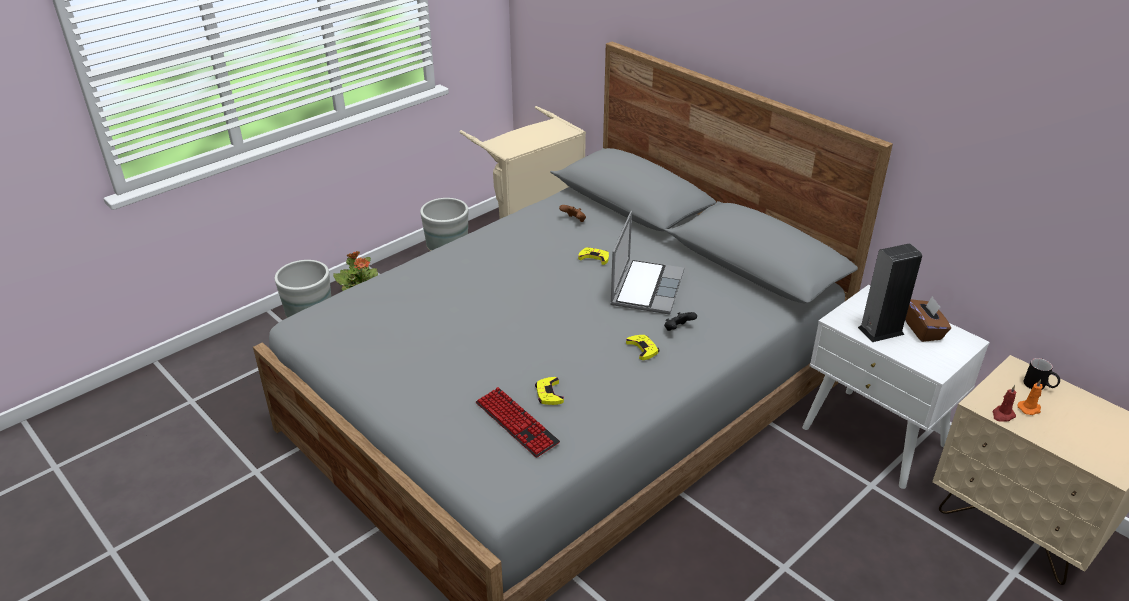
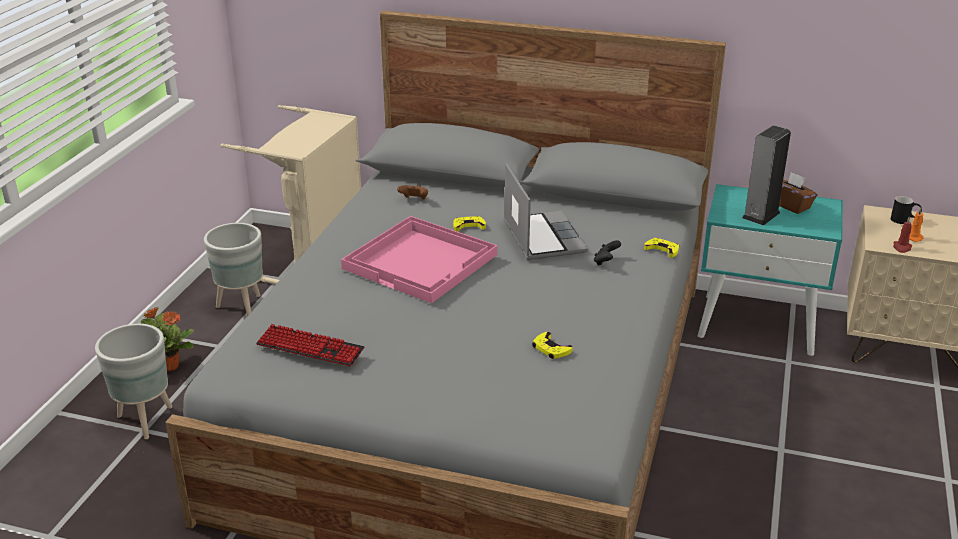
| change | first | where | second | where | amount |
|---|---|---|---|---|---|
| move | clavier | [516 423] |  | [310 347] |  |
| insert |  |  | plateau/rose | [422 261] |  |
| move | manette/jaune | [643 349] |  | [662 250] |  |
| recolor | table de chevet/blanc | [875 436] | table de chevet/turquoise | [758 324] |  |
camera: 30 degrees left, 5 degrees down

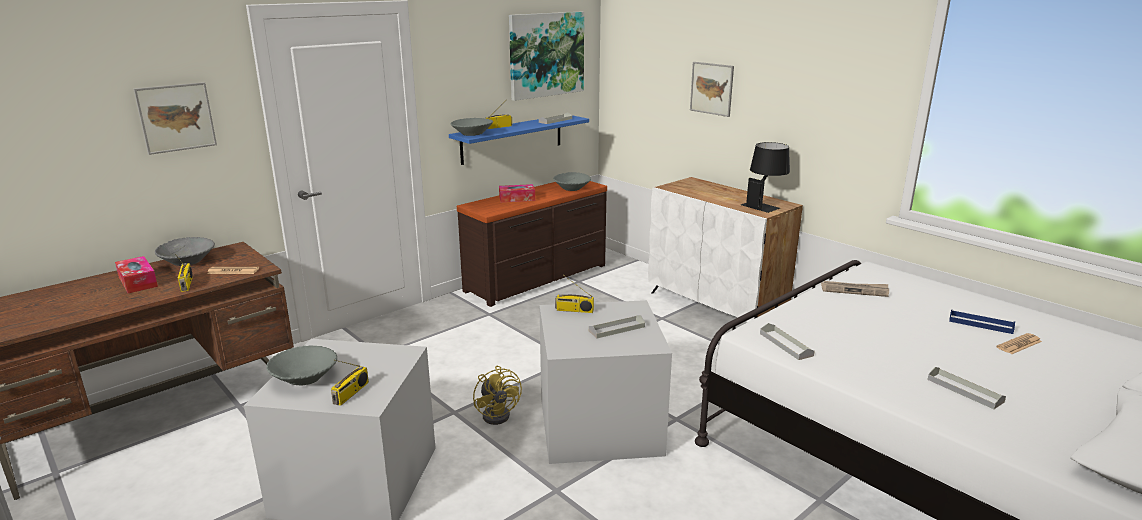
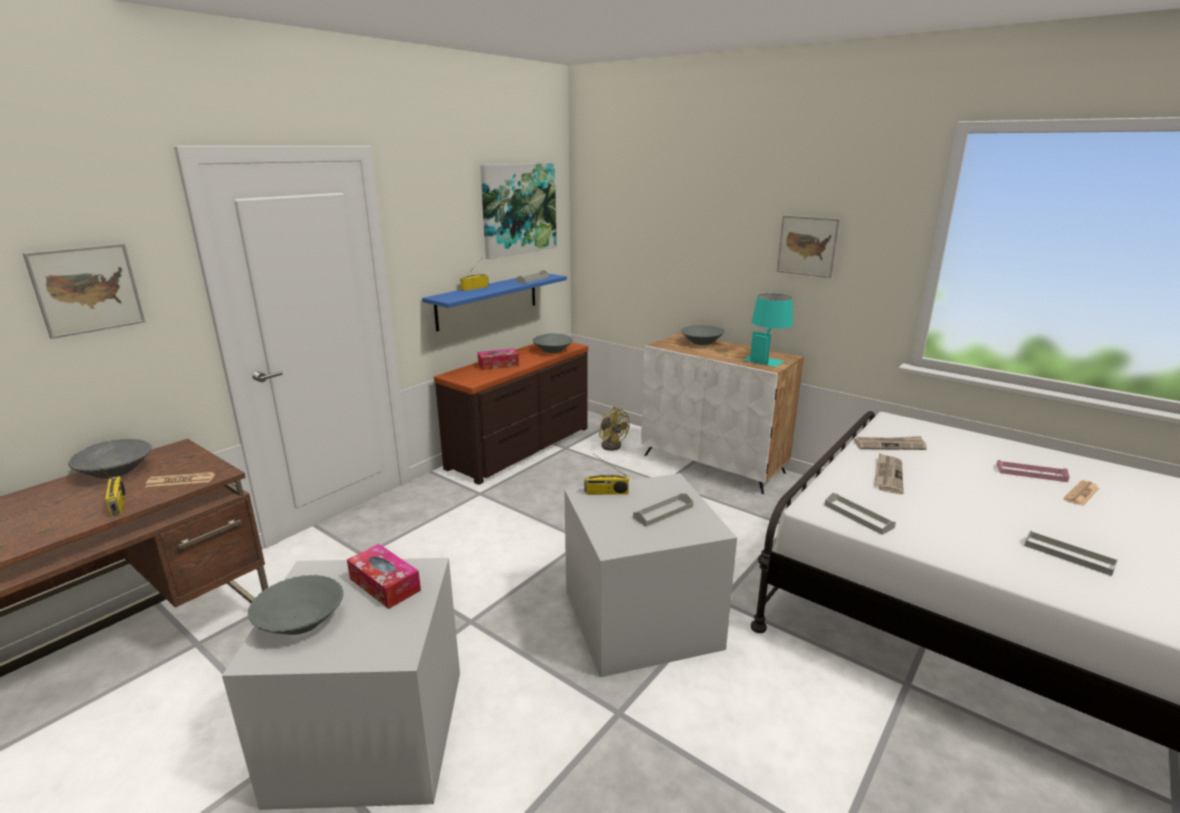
| change | first | where | second | where | amount |
|---|---|---|---|---|---|
| move | boîte à mouchoirs | [138 282] |  | [385 584] |  |
| move | ventilateur/jaune | [499 413] |  | [612 444] |  |
| move | bol/gris | [472 134] |  | [702 342] |  |
| recolor | lampe de table/noir | [764 205] | lampe de table/turquoise | [766 358] |  |
| move | tableau | [711 88] |  | [807 246] |  |
| insert |  |  | journal | [888 475] |  |
| recolor | plateau/bleu | [980 324] | plateau/rose | [1031 473] |  |
| delete | radio | [351 393] |  |  |  |
camera: 10 degrees left, 0 degrees up

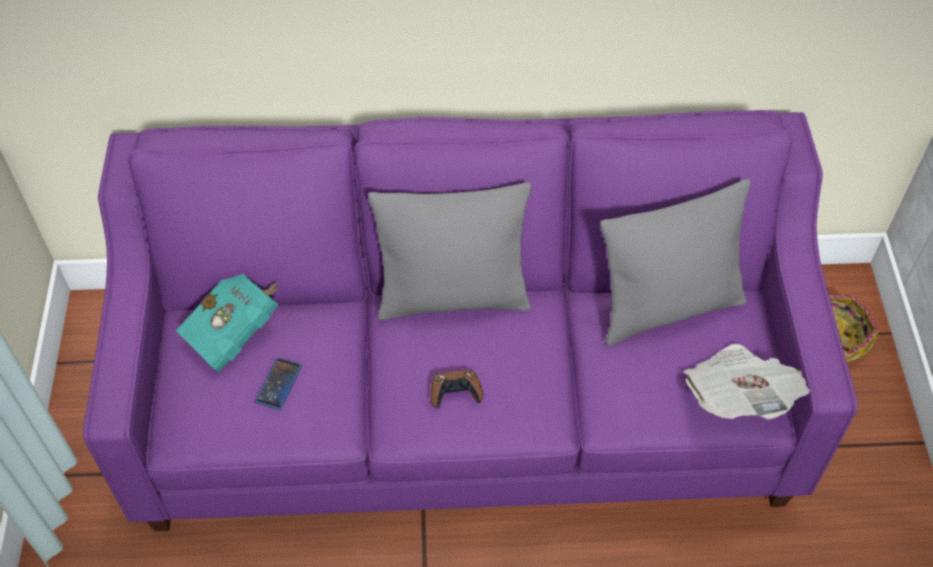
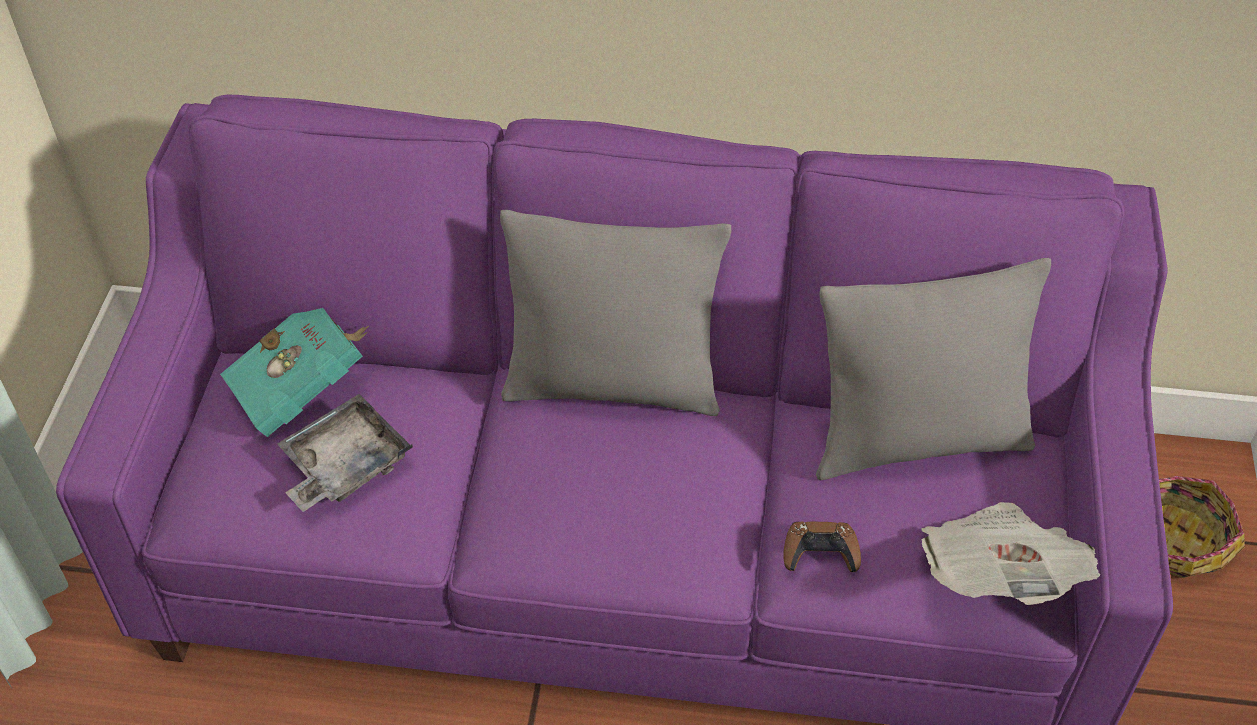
| change | first | where | second | where | amount |
|---|---|---|---|---|---|
| replace | téléphone | [279 384] | plateau/gris | [344 465] |  |
| move | manette/marron | [455 392] |  | [820 552] |  |
camera: 10 degrees right, 5 degrees down

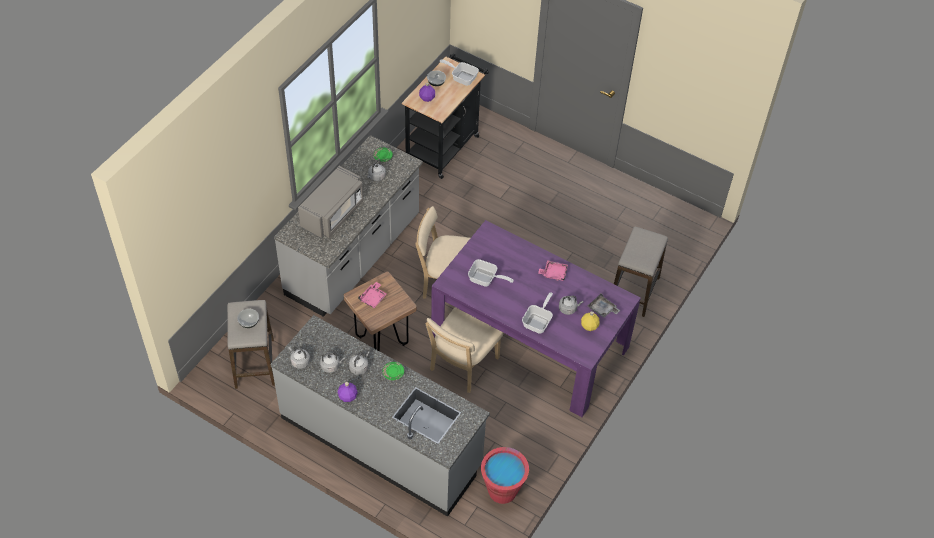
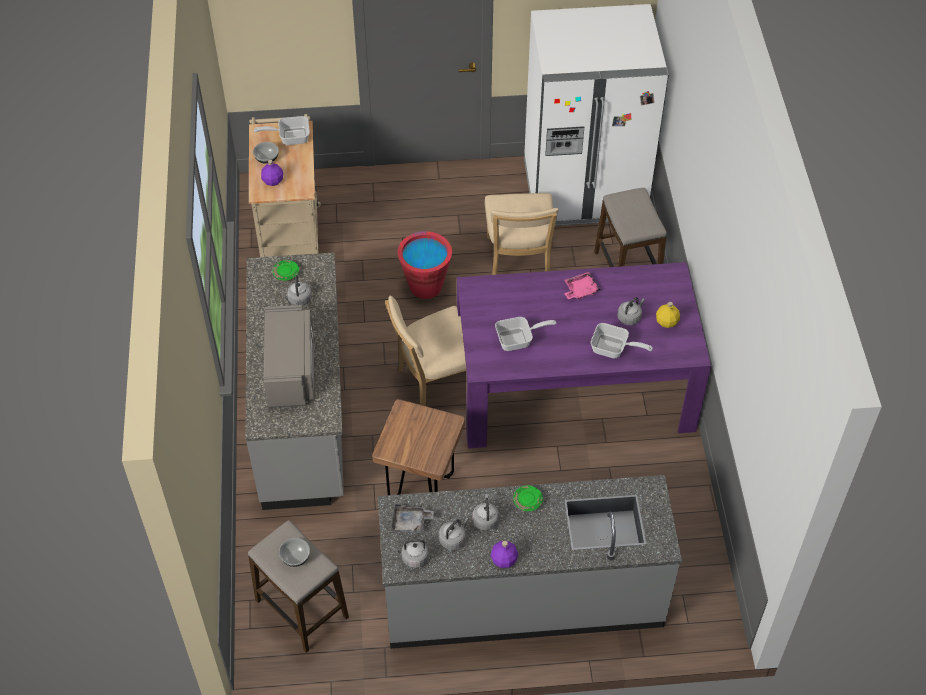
| change | first | where | second | where | amount |
|---|---|---|---|---|---|
| recolor | chariot/noir | [445 145] | chariot/beige | [291 235] |  |
| move | plateau/gris | [602 309] |  | [410 523] |  |
| move | seau/rouge | [502 490] |  | [425 286] |  |
| move | chaise/beige | [462 366] |  | [518 262] |  |
| insert |  |  | réfrigérateur/blanc | [584 191] |  |
| rotate | poêle | [538 321] |  | [613 349] | 120 degrees clockwise |
| delete | plateau/rose | [373 298] |  |  |  |
camera: 35 degrees left, 0 degrees up

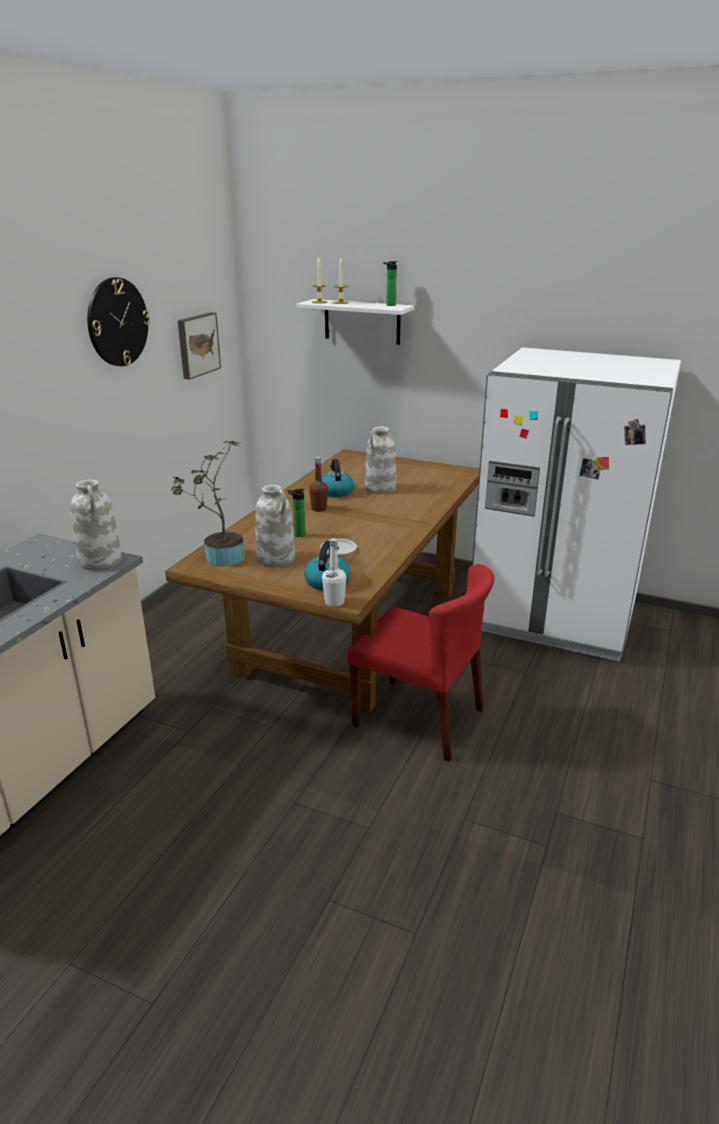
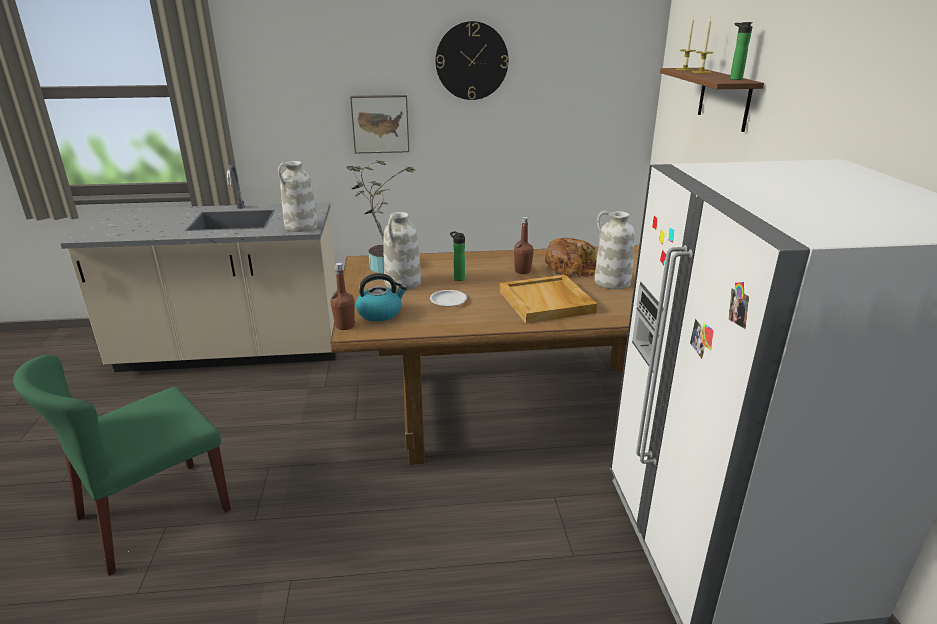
| change | first | where | second | where | amount |
|---|---|---|---|---|---|
| insert |  |  | chaise/vert | [153 514] |  |
| recolor | bouteille/blanc | [334 602] | bouteille/marron | [345 326] |  |
| move | tableau | [197 345] |  | [380 123] |  |
| insert |  |  | plateau/beige | [547 302] |  |
| replace | bouilloire | [336 491] | pain | [571 267] |  |
| recolor | étagère/blanc | [362 321] | étagère/marron | [724 98] |  |
| delete | chaise/rouge | [419 718] |  |  |  |
camera: 60 degrees right, 0 degrees up

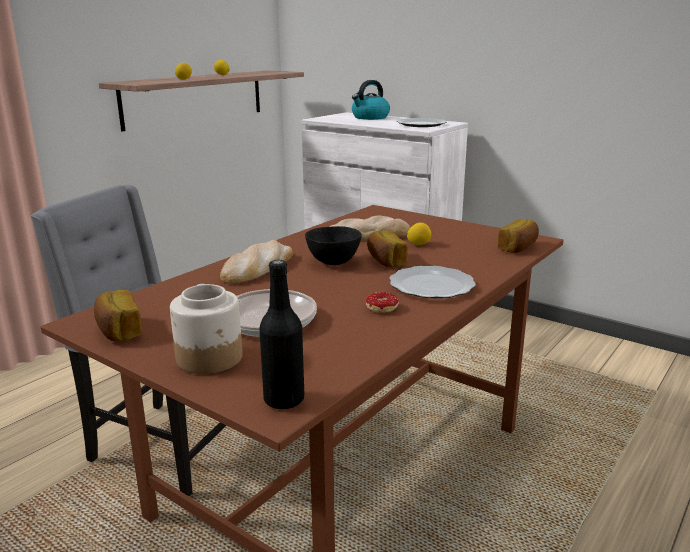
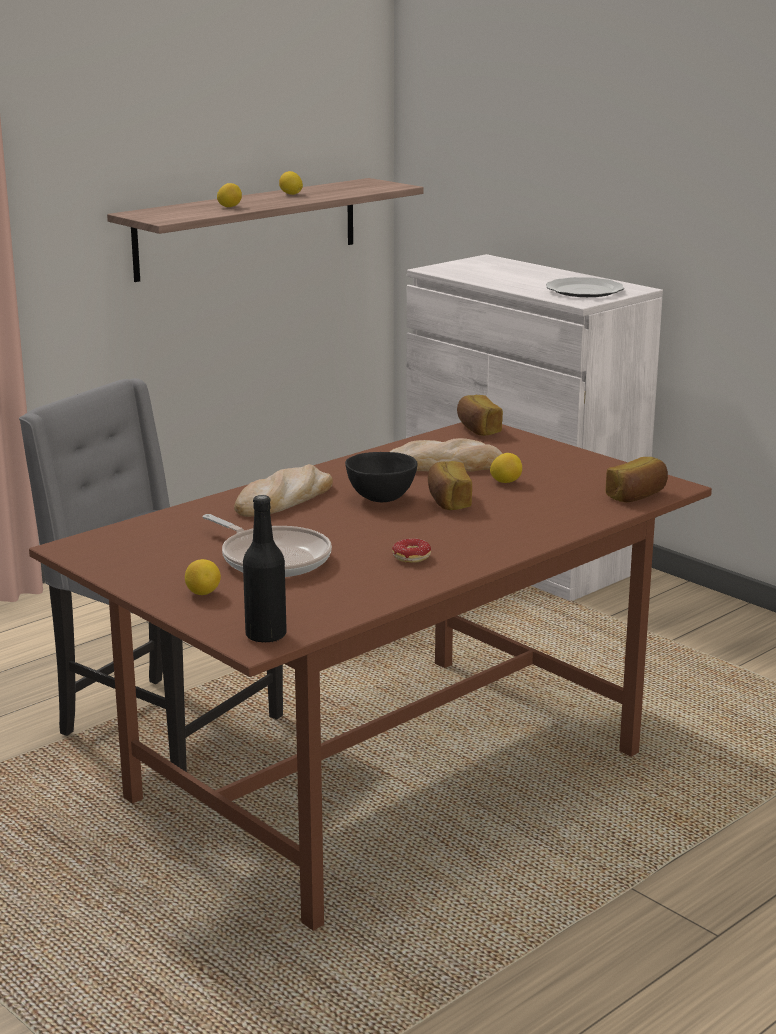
| change | first | where | second | where | amount |
|---|---|---|---|---|---|
| replace | bocal | [210 358] | citron | [203 593] |  |
| move | pain | [118 331] |  | [477 429] |  |
| delete | bouilloire | [370 117] |  |  |  |
| delete | assiette | [430 286] |  |  |  |
camera: 10 degrees right, 0 degrees up

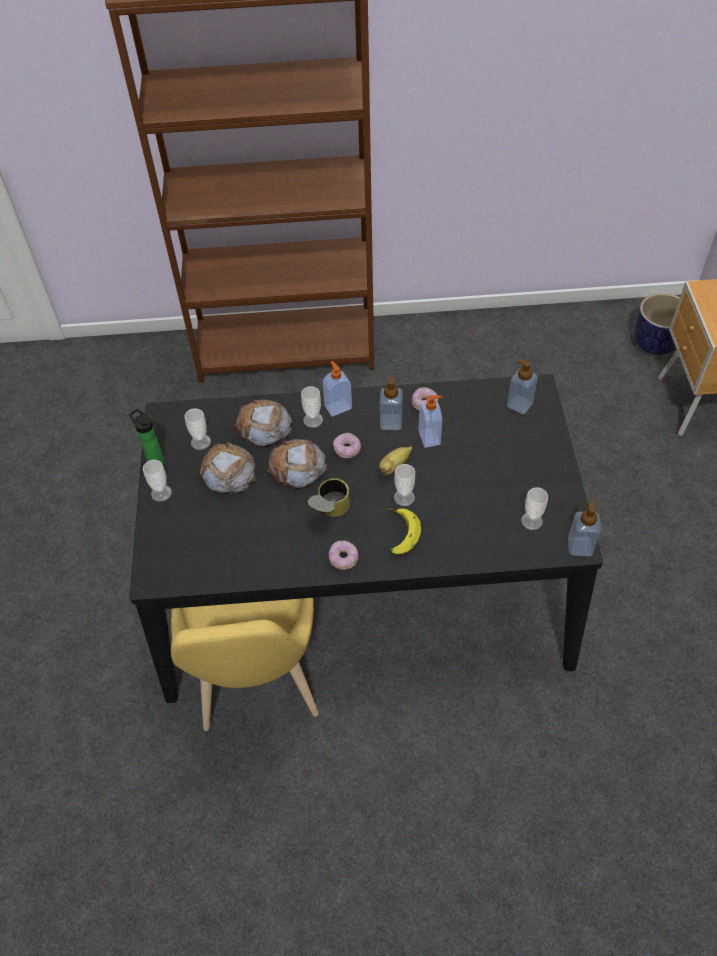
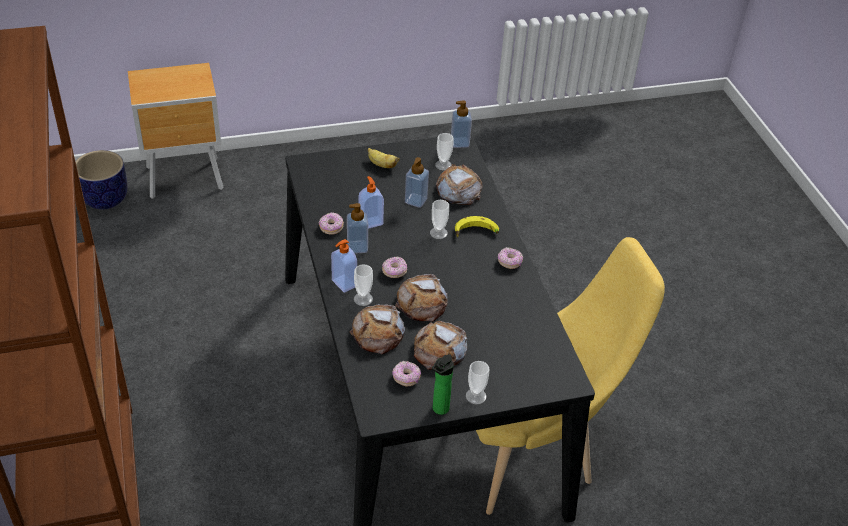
| change | first | where | second | where | amount |
|---|---|---|---|---|---|
| move | banane | [394 466] |  | [381 165] |  |
| replace | tasse | [200 442] | beignet | [406 378] |  |
| move | distributeur de savon | [519 404] |  | [416 200] |  |
| insert |  |  | pain | [458 190] |  |
| delete | boîte métallique | [329 511] |  |  |  |
camera: 105 degrees left, 10 degrees down

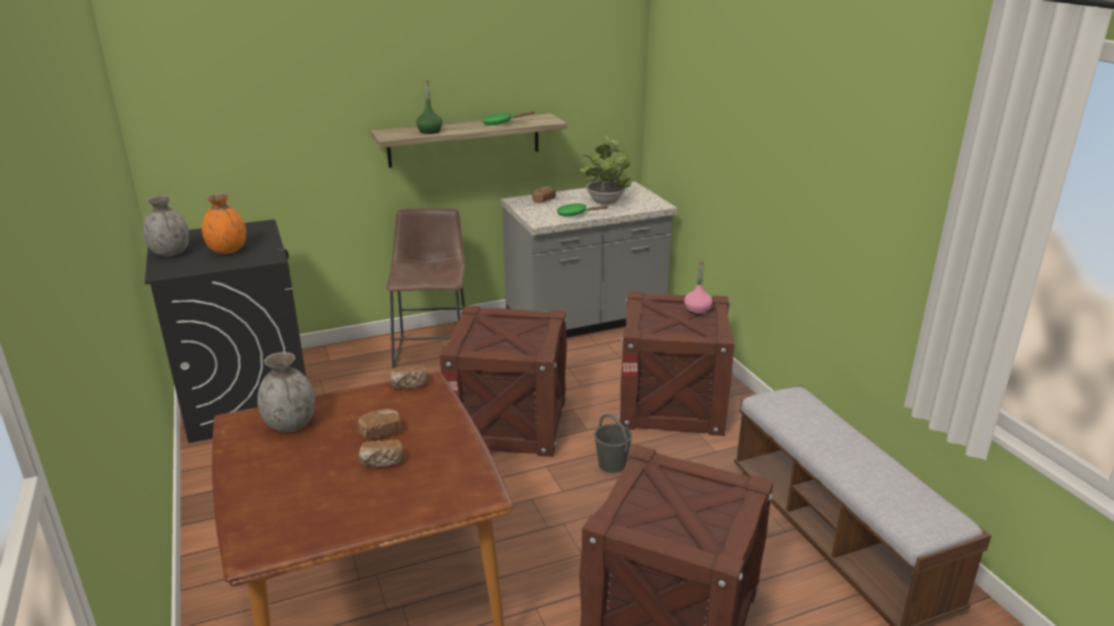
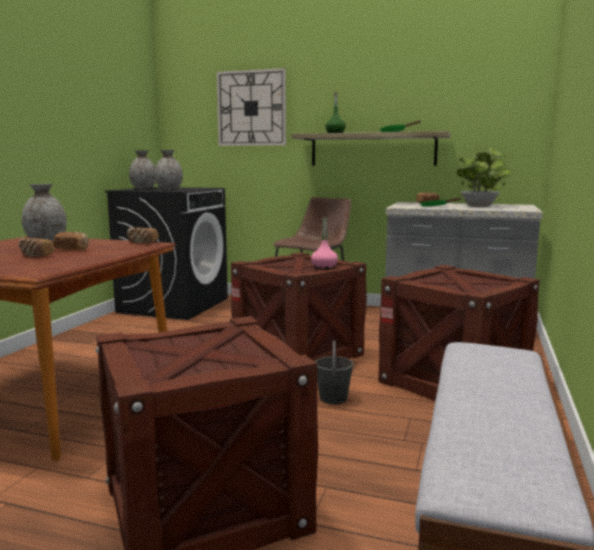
| change | first | where | second | where | amount |
|---|---|---|---|---|---|
| recolor | vase/orange | [228 250] | vase/gris | [169 189] |  |
| insert |  |  | horloge murale | [251 108] |  |
| move | bouteille/rose | [697 310] |  | [324 267] |  |
camera: 40 degrees right, 15 degrees down

